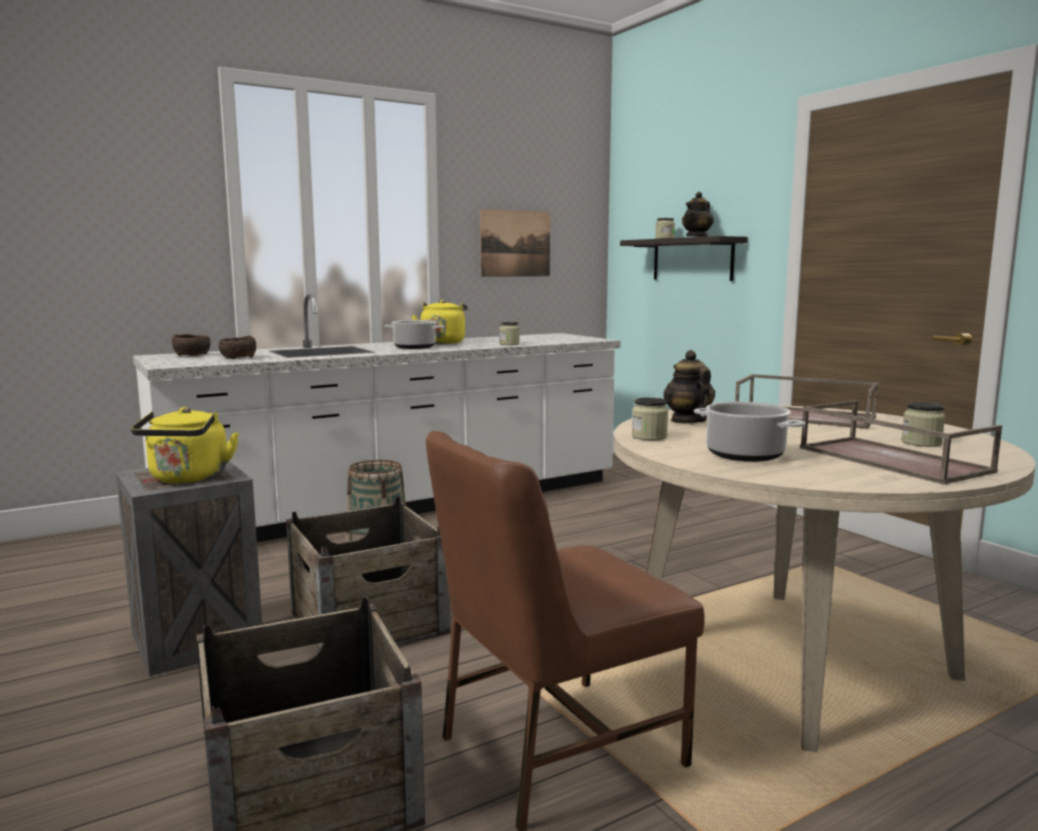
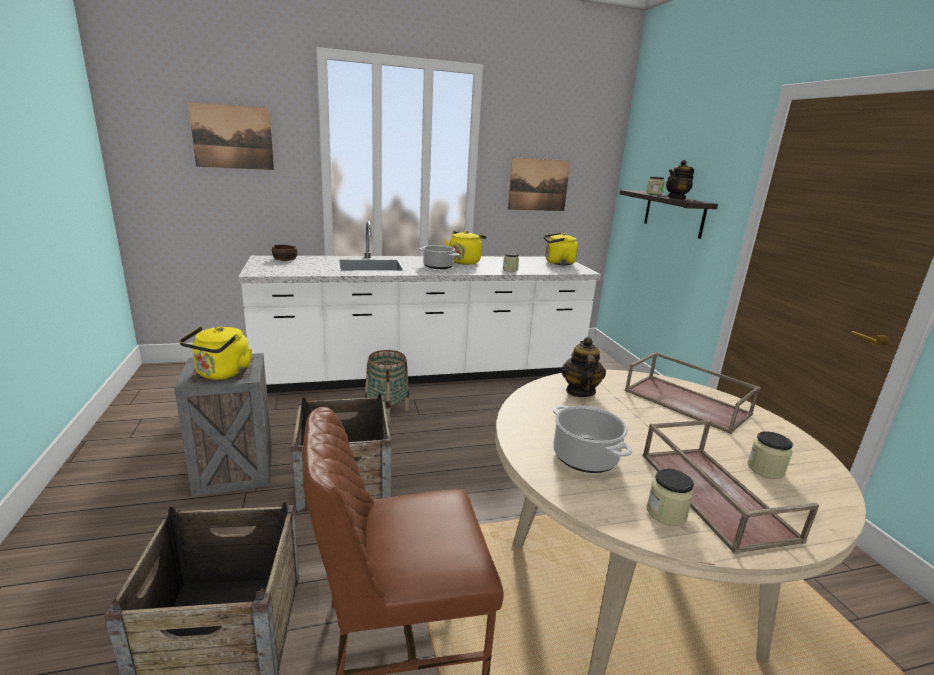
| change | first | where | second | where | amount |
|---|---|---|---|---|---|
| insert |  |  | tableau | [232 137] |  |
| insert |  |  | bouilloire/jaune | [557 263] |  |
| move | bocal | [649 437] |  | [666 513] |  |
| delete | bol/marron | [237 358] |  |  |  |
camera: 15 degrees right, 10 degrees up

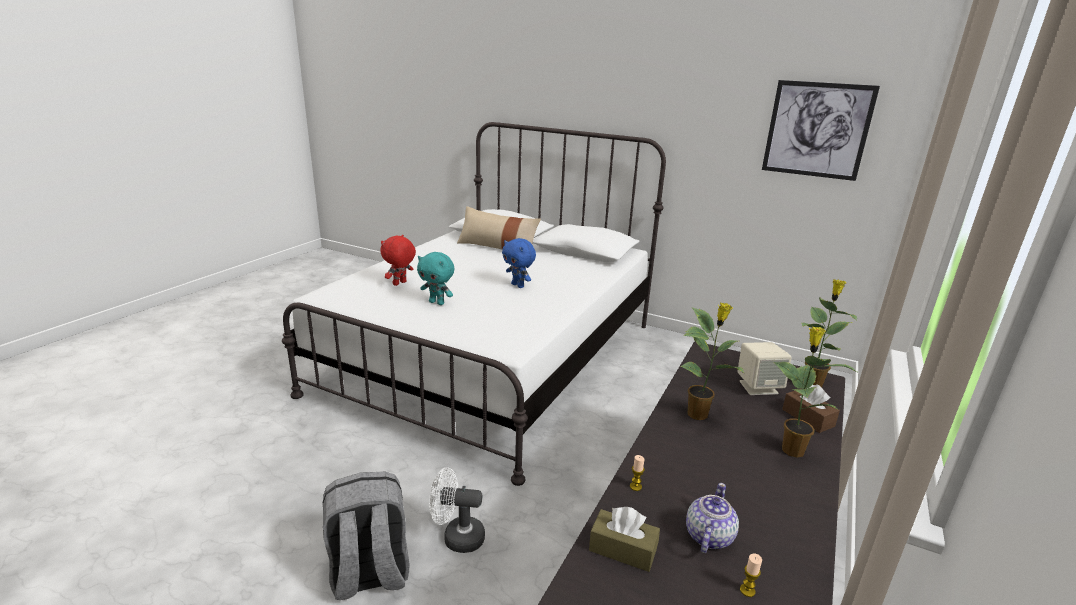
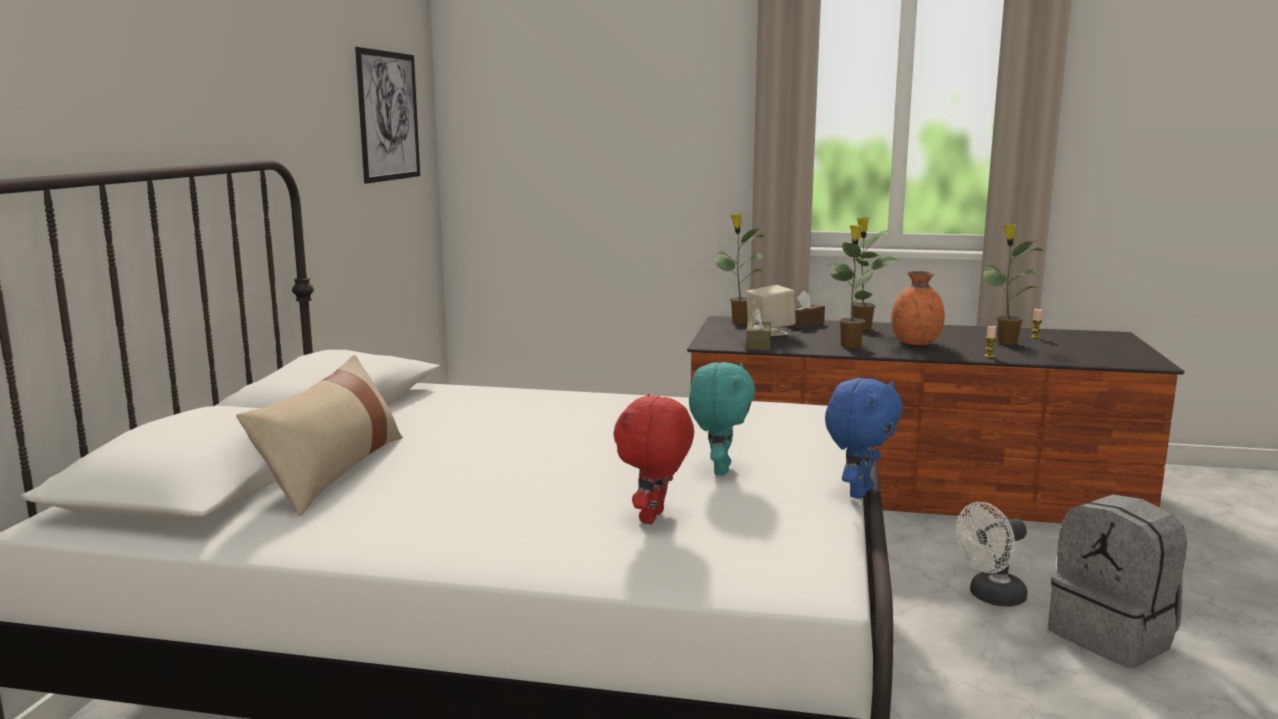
| change | first | where | second | where | amount |
|---|---|---|---|---|---|
| rotate | peluche/rouge | [400 283] |  | [654 518] | 90 degrees clockwise |
| move | boîte à mouchoirs/marron | [623 549] |  | [758 344] |  |
| move | peluche/bleu | [518 285] |  | [858 492] |  |
| insert |  |  | vase/orange | [916 343] |  |
| rotate | ventilateur/blanc | [457 537] |  | [991 597] | 75 degrees clockwise |
| replace | théière | [708 536] | plante en pot | [1005 342] |  |
camera: 105 degrees left, 10 degrees down

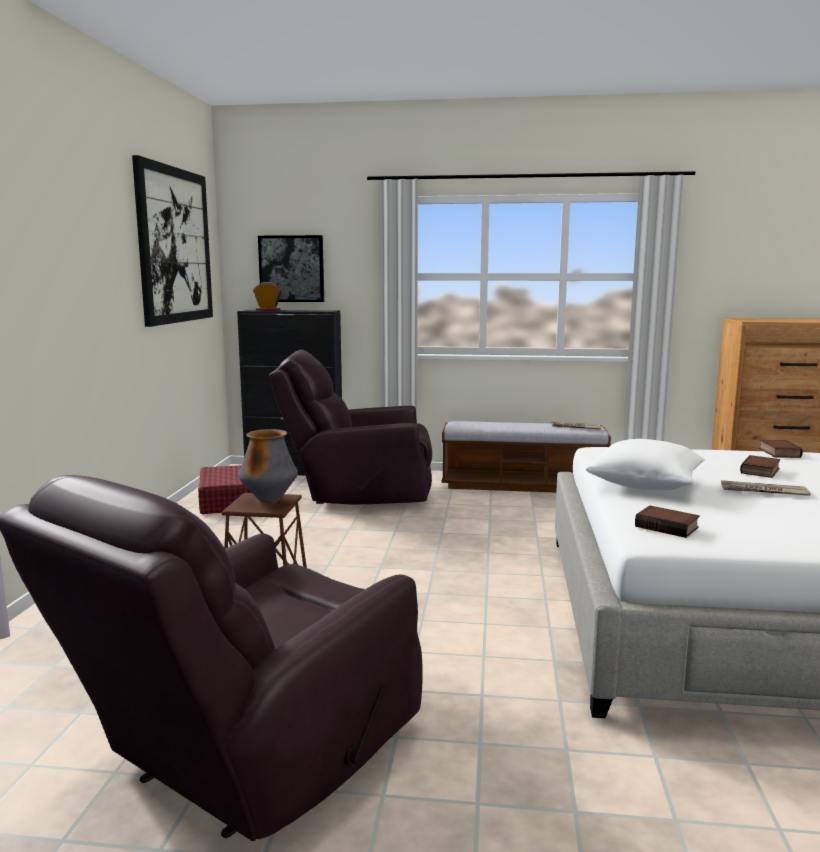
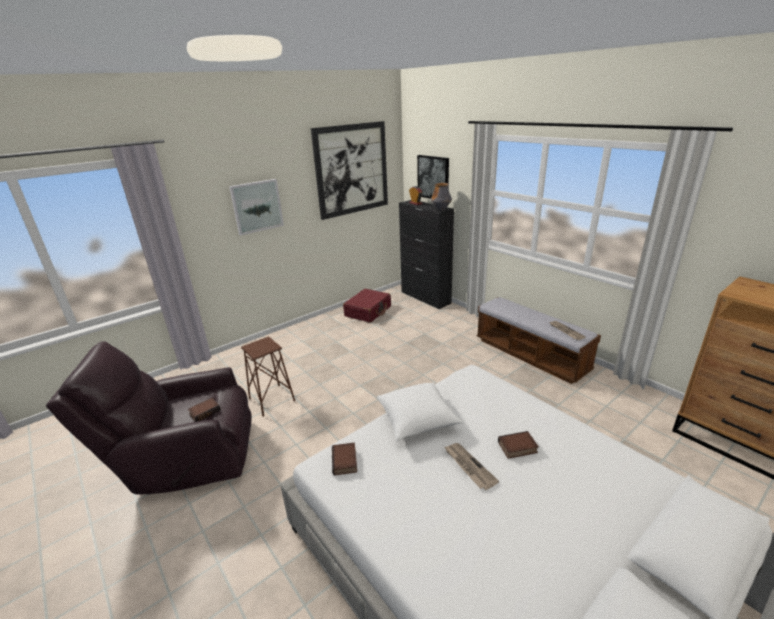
| change | first | where | second | where | amount |
|---|---|---|---|---|---|
| move | livre | [778 453] |  | [205 411] |  |
| insert |  |  | tableau | [257 206] |  |
| move | vase | [269 500] |  | [441 209] |  |
| delete | fauteuil/marron | [356 494] |  |  |  |
camera: 45 degrees right, 15 degrees up

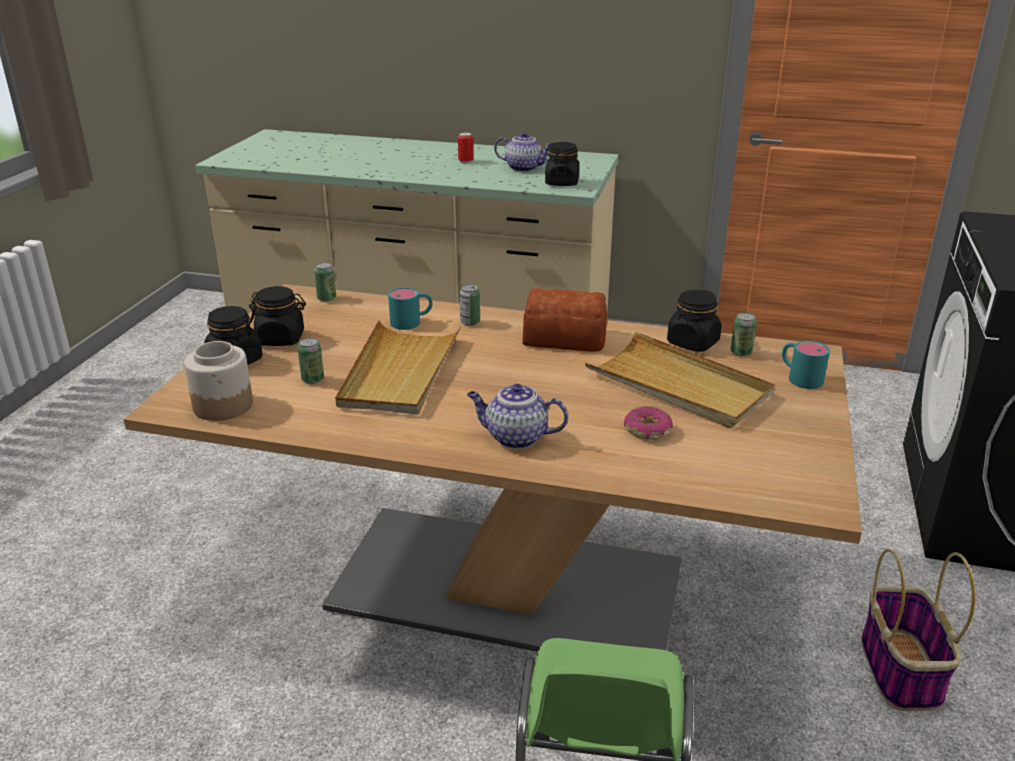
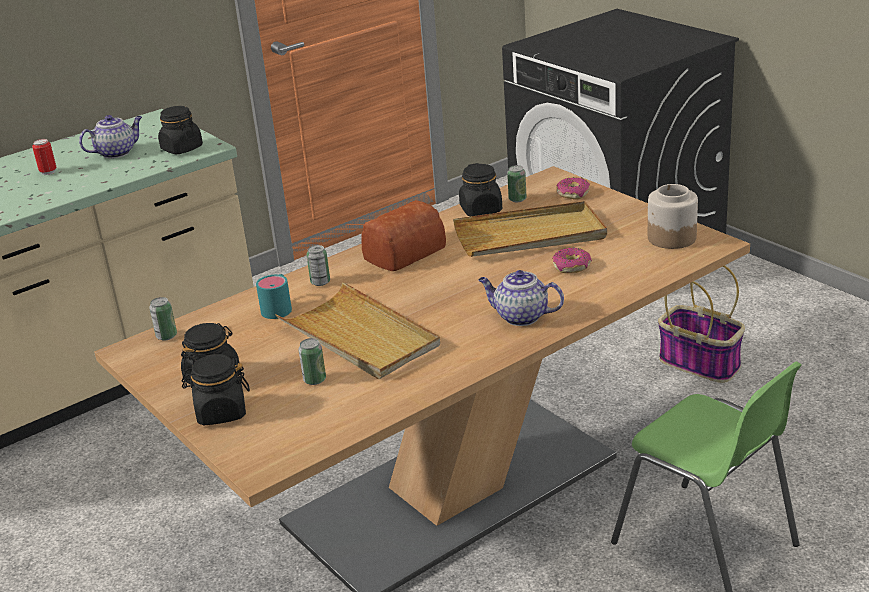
| change | first | where | second | where | amount |
|---|---|---|---|---|---|
| rotate | théière | [515 437] |  | [520 317] | 60 degrees clockwise |
| replace | mug/turquoise | [799 377] | beignet | [573 193] |  |
| move | bocal | [224 405] |  | [671 238] |  |
camera: 50 degrees left, 0 degrees up

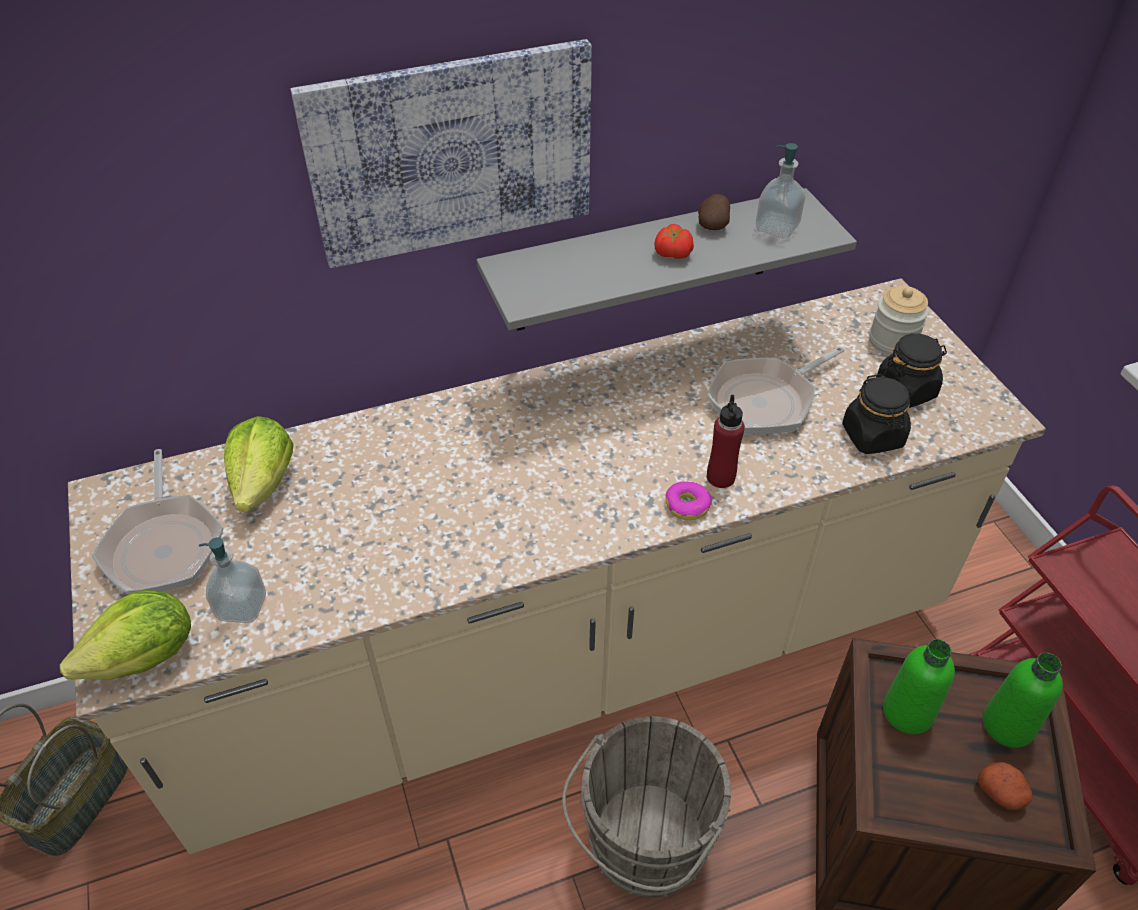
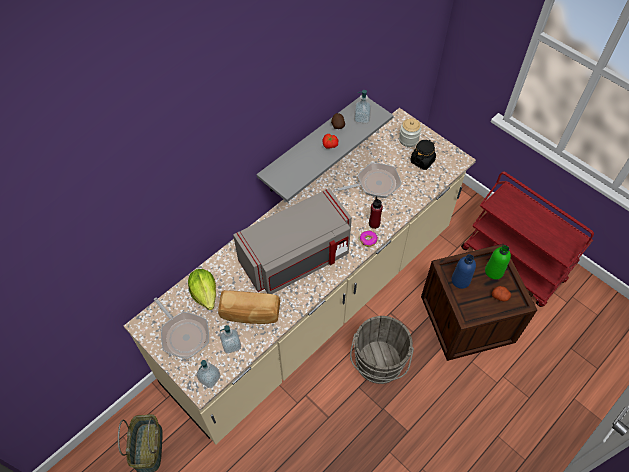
| change | first | where | second | where | amount |
|---|---|---|---|---|---|
| replace | laitue | [146 658] | distributeur de savon | [209 378] |  |
| insert |  |  | pain | [250 314] |  |
| insert |  |  | micro-ondes/gris | [297 258] |  |
| rotate | poêle | [766 400] |  | [375 184] | 135 degrees counterclockwise |
| recolor | bouteille/vert | [907 712] | bouteille/bleu | [460 280] |  |
| delete | tableau | [452 153] |  |  |  |
| delete | bocal/noir | [873 436] |  |  |  |
camera: 25 degrees left, 10 degrees up

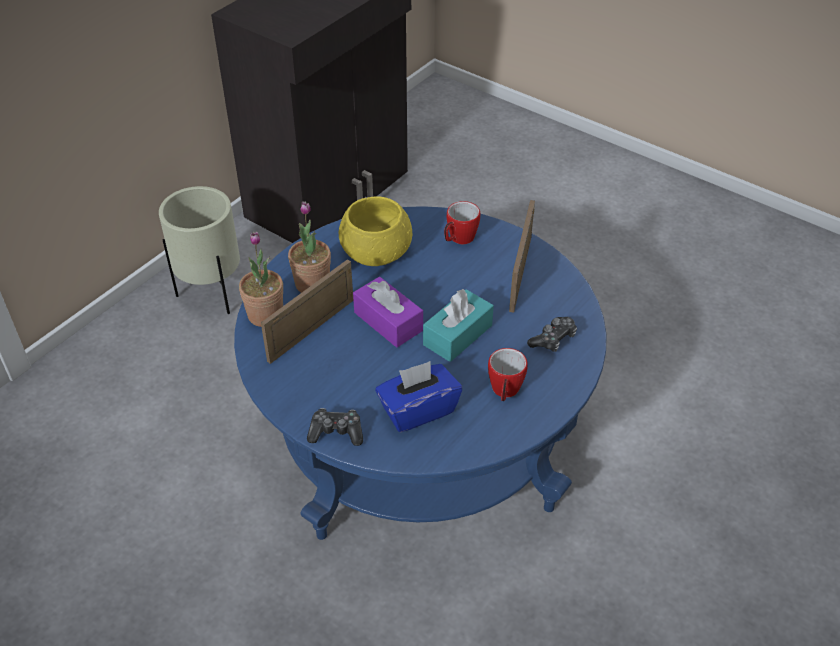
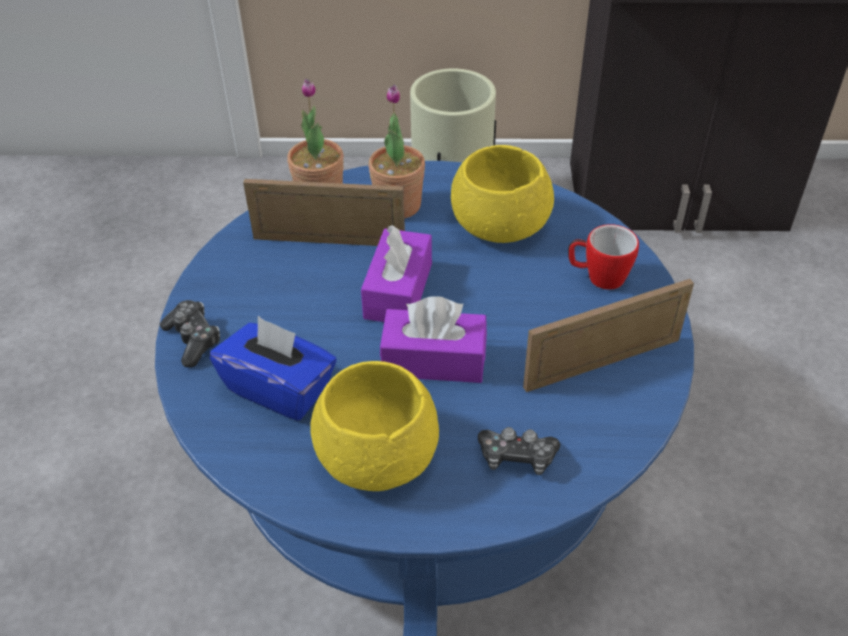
| change | first | where | second | where | amount |
|---|---|---|---|---|---|
| replace | mug | [504 392] | bol/jaune | [376 455] |  |
| recolor | boîte à mouchoirs/turquoise | [457 335] | boîte à mouchoirs/violet | [434 360] |  |
camera: 55 degrees right, 0 degrees up

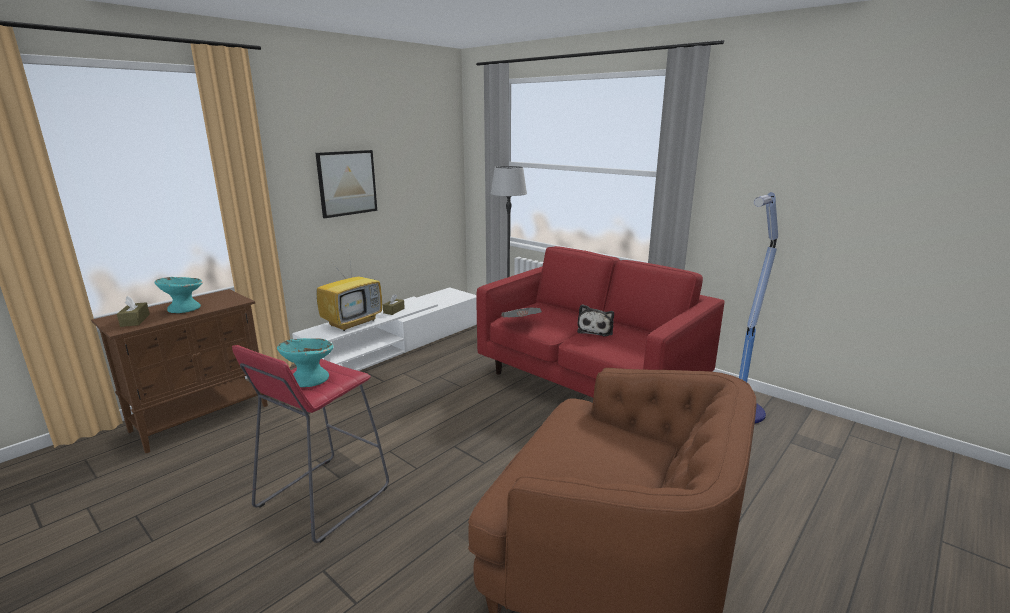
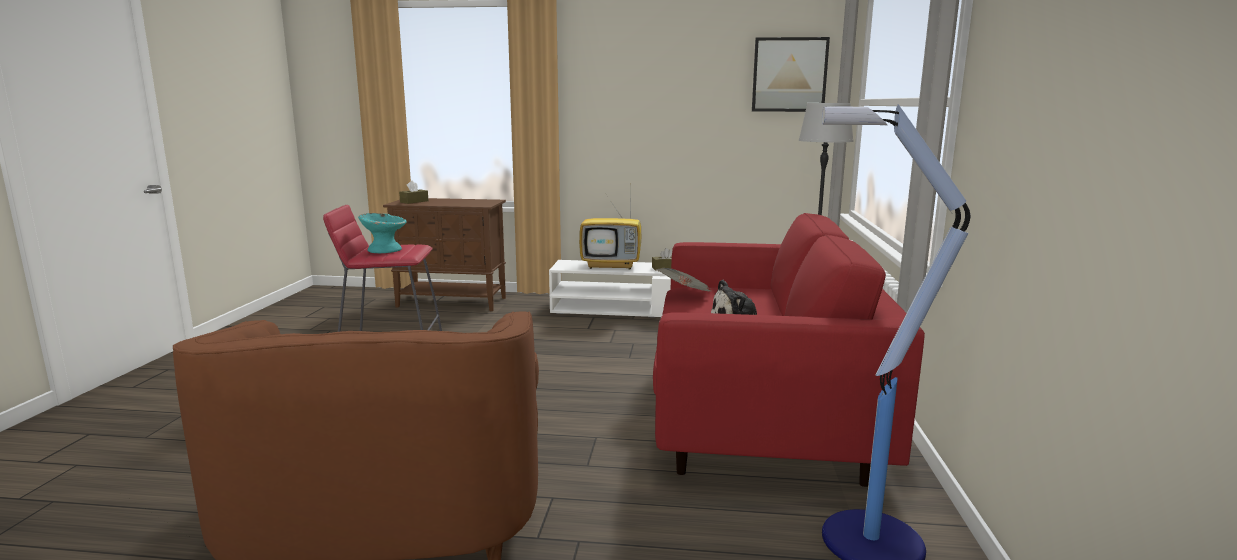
| change | first | where | second | where | amount |
|---|---|---|---|---|---|
| move | tableau | [347 183] |  | [789 75] |  |
| delete | bol/turquoise | [184 308] |  |  |  |
camera: 55 degrees right, 5 degrees down

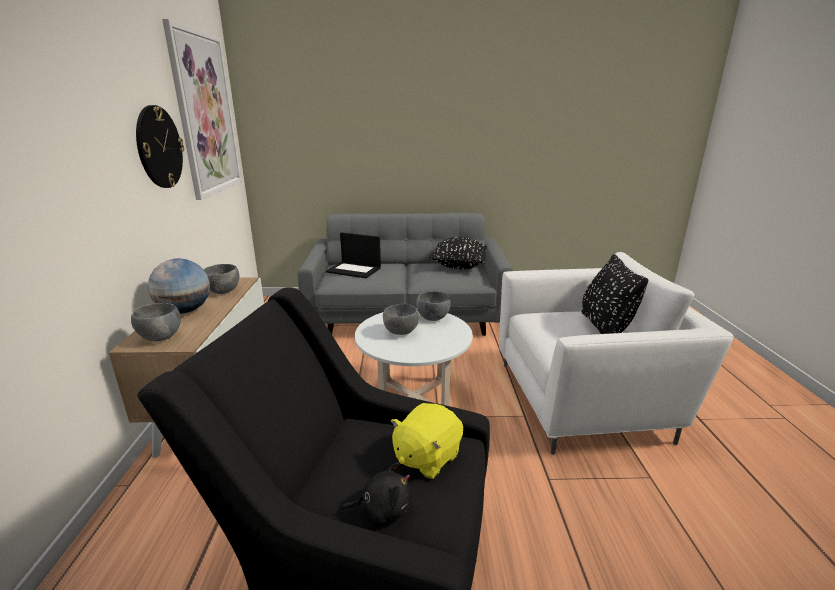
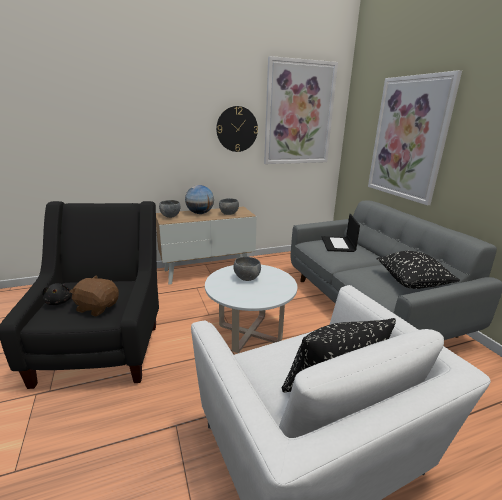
| change | first | where | second | where | amount |
|---|---|---|---|---|---|
| recolor | peluche/jaune | [426 457] | peluche/marron | [97 307] |  |
| insert |  |  | tableau | [408 138] |  |
| delete | bol/gris | [432 318] |  |  |  |
camera: 70 degrees right, 0 degrees up

